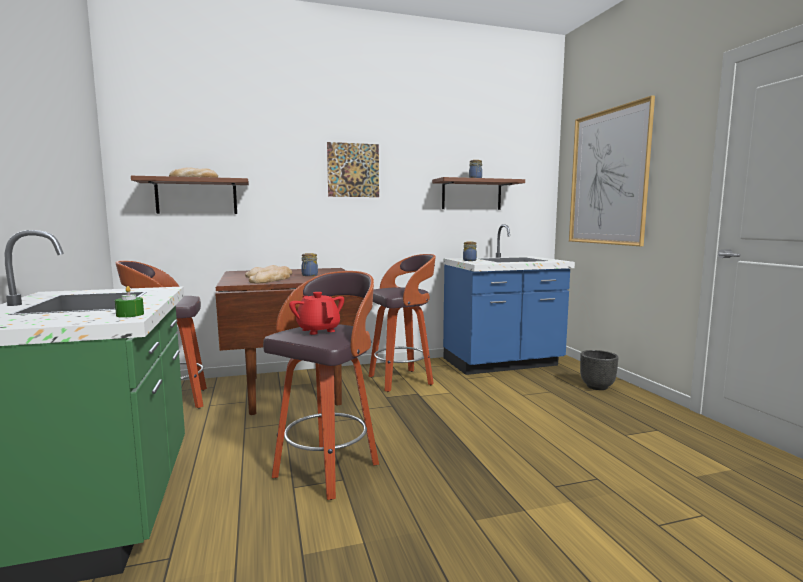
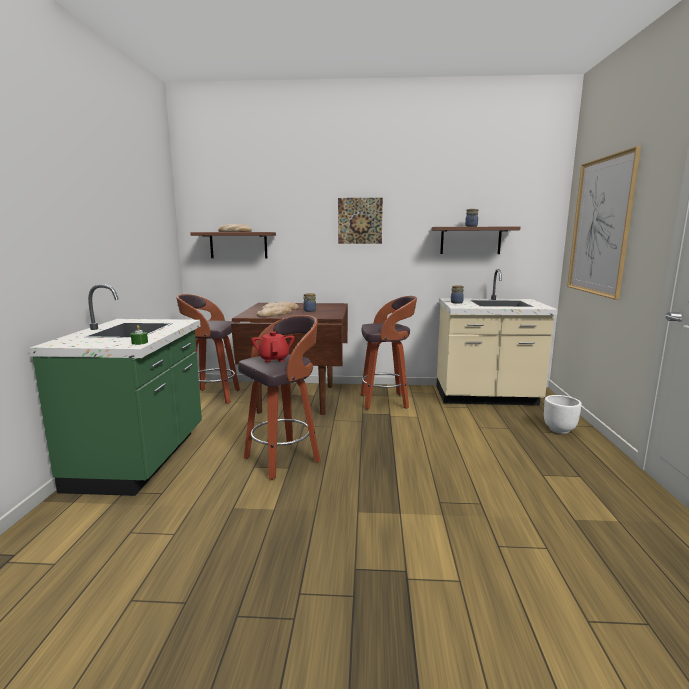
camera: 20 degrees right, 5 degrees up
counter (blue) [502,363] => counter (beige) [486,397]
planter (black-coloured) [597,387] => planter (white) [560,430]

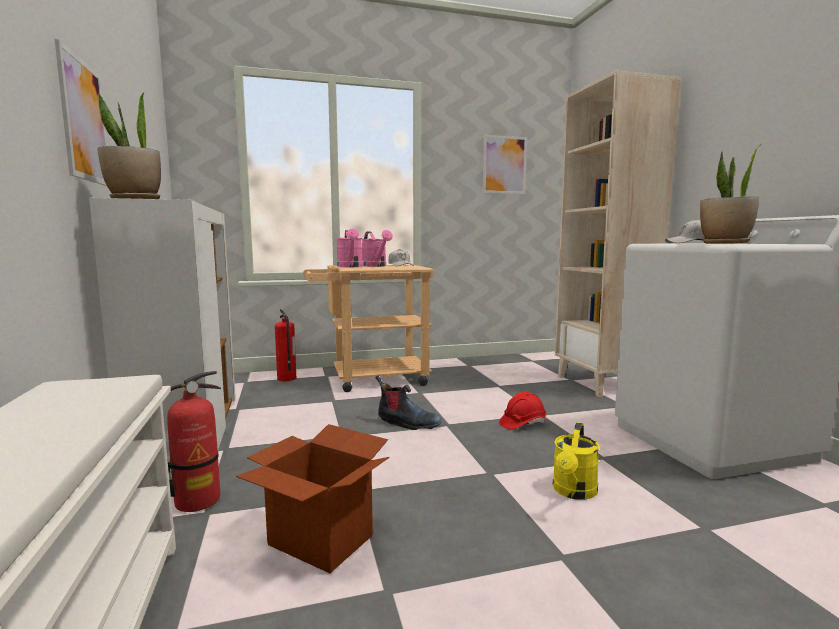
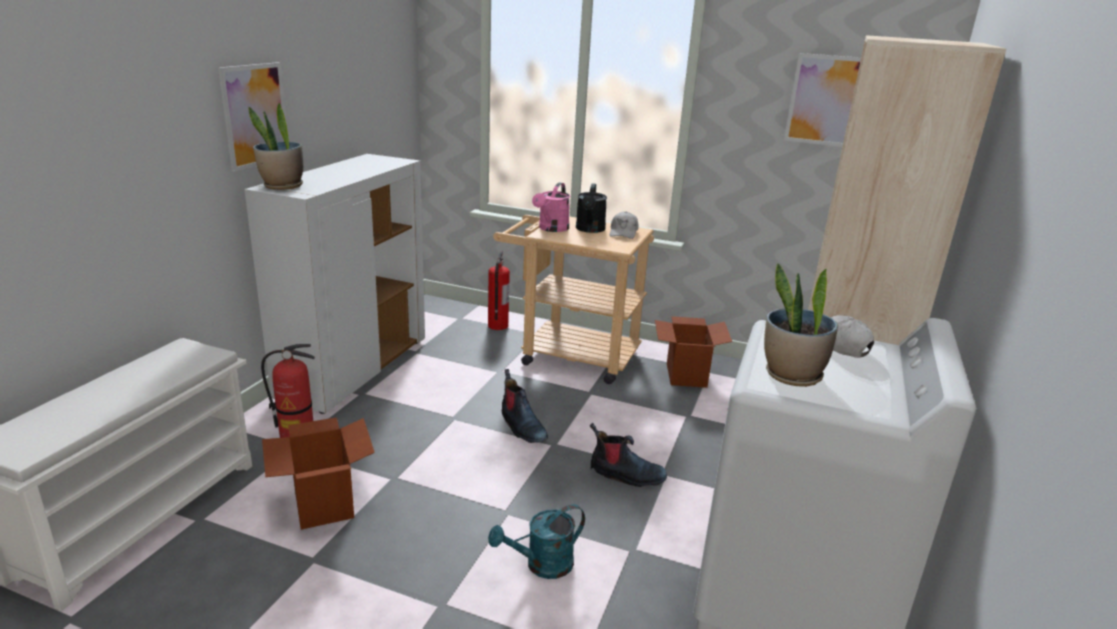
camera: 35 degrees right, 15 degrees up
nothing => carton [686,375]
work helmet (reddish) [522,423] => tall boot [625,475]
sprinkling can (pink) [376,266] => sprinkling can (black-coloured) [590,230]
sprinkling can (yellow-coloured) [573,492] => sprinkling can (turquoise-coloured) [541,565]

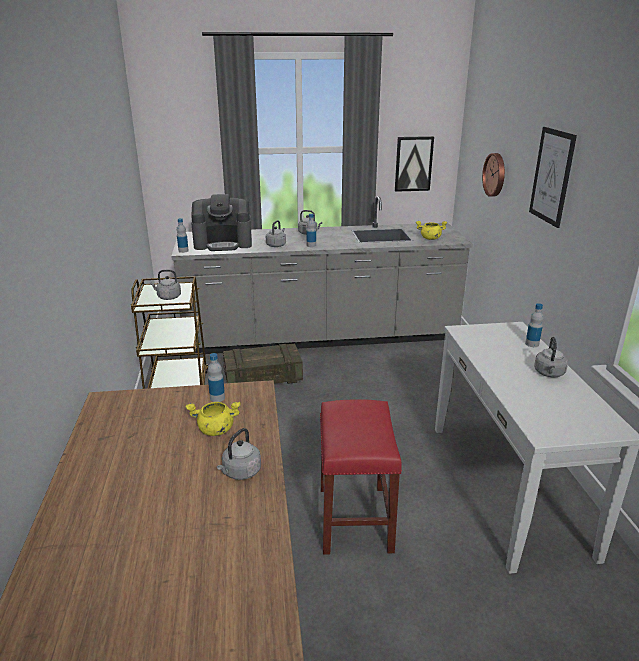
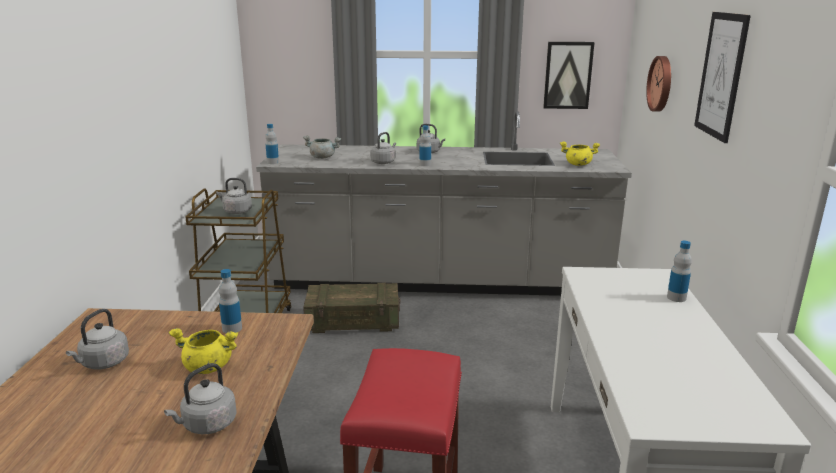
camera: 10 degrees right, 5 degrees down
water kettle (gray) [549,373] => water kettle (gray) [103,363], relocated
coffee brewer [223,243] => stockpot (gray) [323,157]

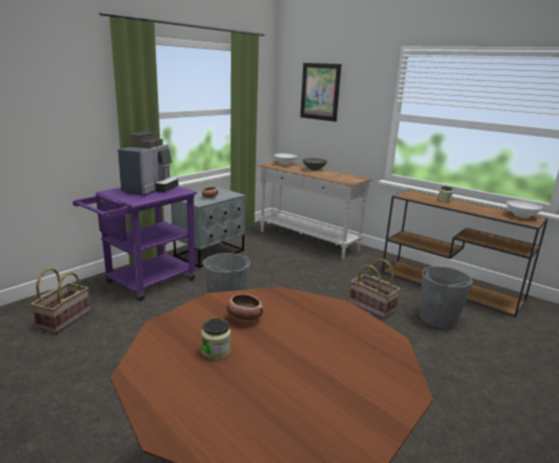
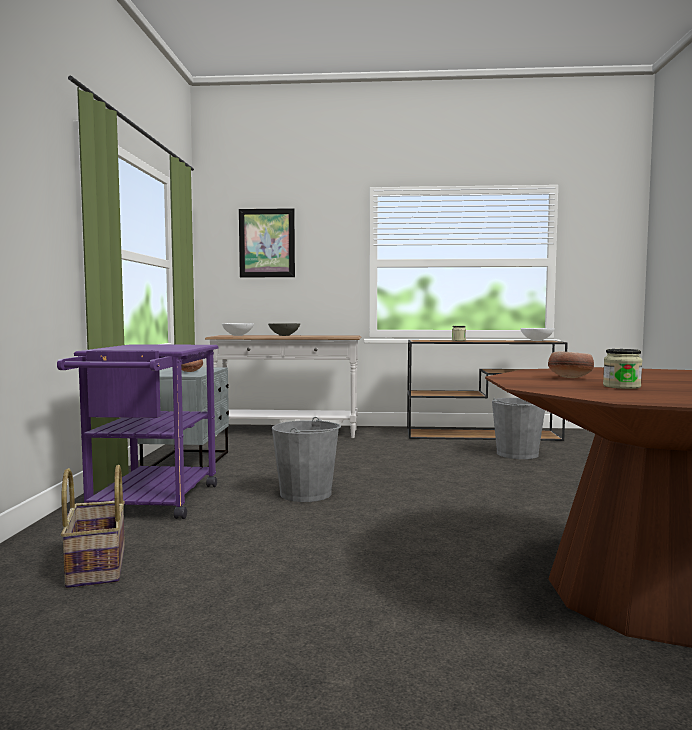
camera: 35 degrees left, 15 degrees down
coffee brewer [150,189] => nothing
storage basket [372,307] => nothing

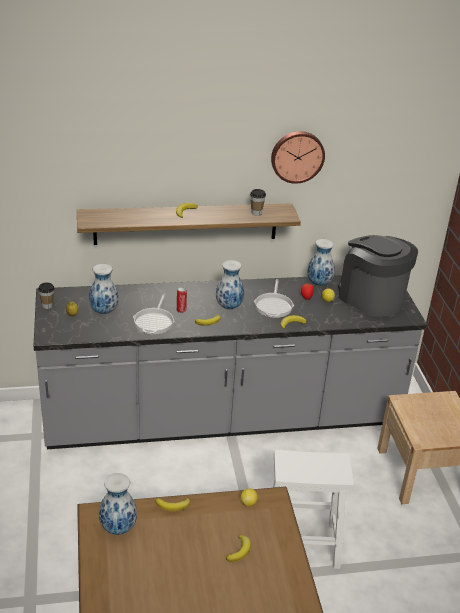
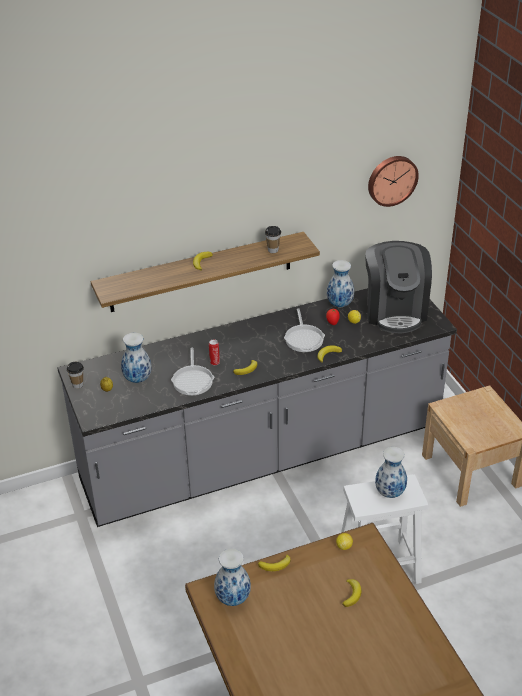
camera: 10 degrees left, 5 degrees up
vase [229,307] => vase [390,493], relocated
wall clock [297,156] => wall clock [391,180], relocated
coffee brewer [371,298] => coffee brewer [395,310], 135 degrees counterclockwise

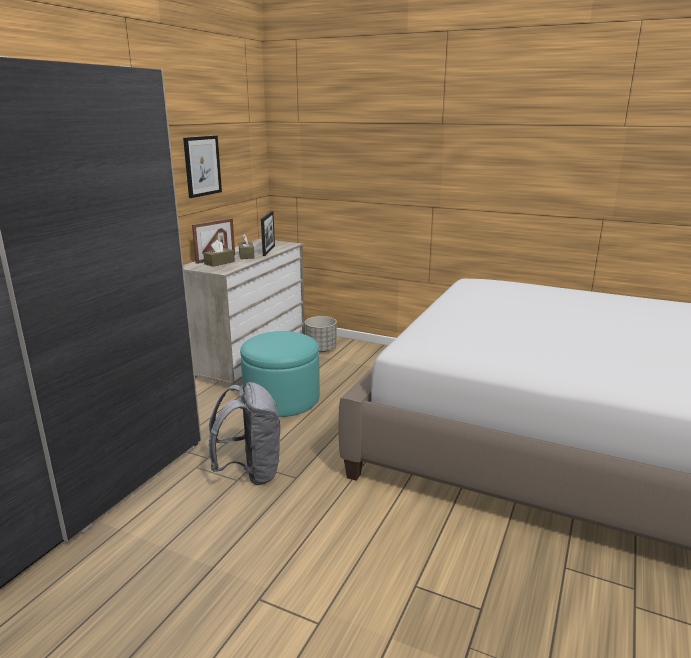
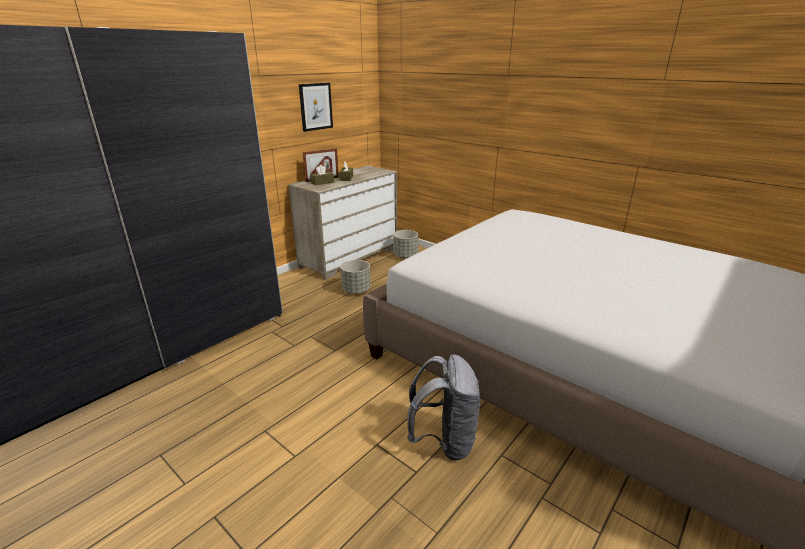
camera: 15 degrees right, 5 degrees up
standing frame [269,250] => nothing
backpack (gray) [250,472] => backpack (gray) [444,441], relocated
footrest (turquoise-coloured) [282,398] => planter (gray) [356,290]

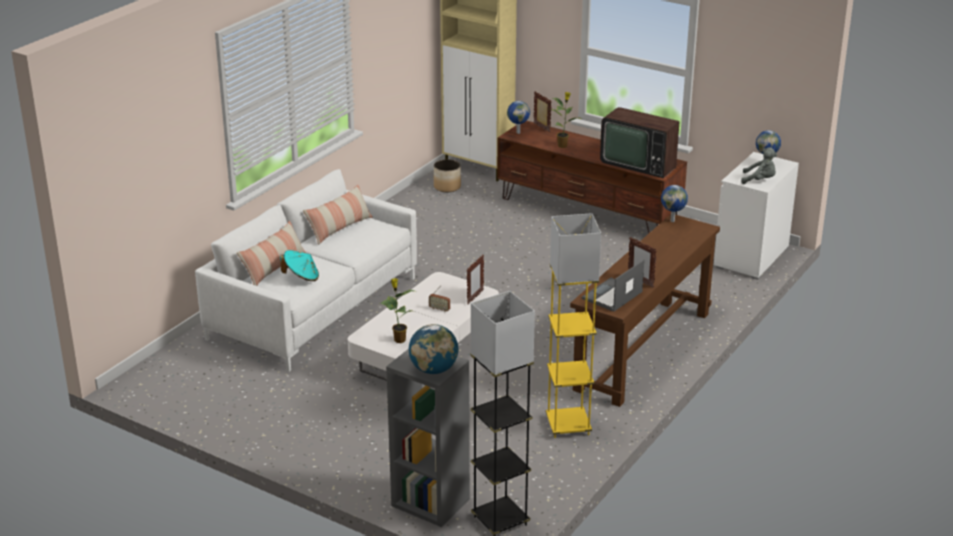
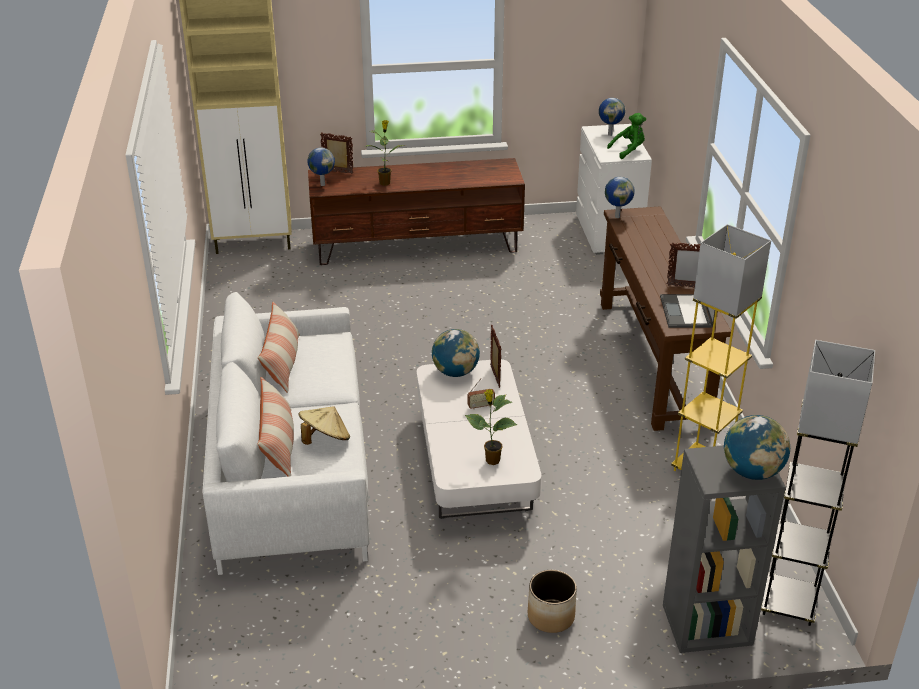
camera: 40 degrees left, 5 degrees up
TV set [639,162] => nothing
nothing => globe [455,372]
planter [447,187] => planter [551,617], relocated
clothing hat (turquoise-coloured) [301,277] => clothing hat (beige) [325,439]
plush toy (gray) [759,180] => plush toy (green-coloured) [628,150]

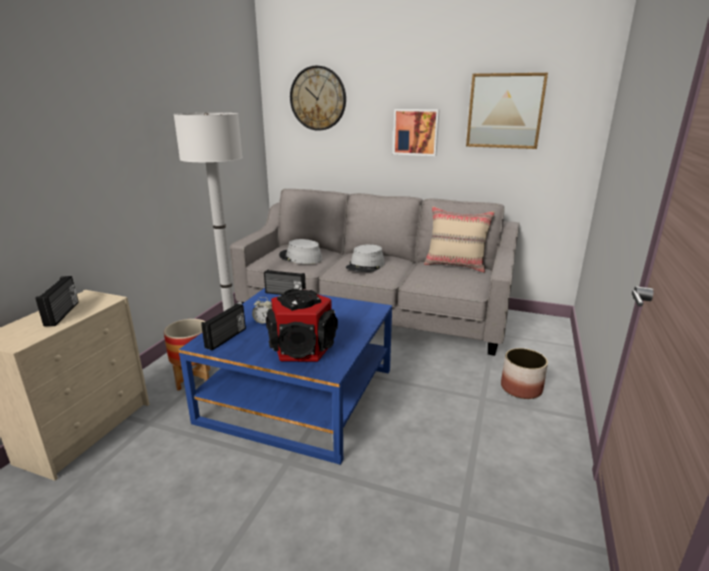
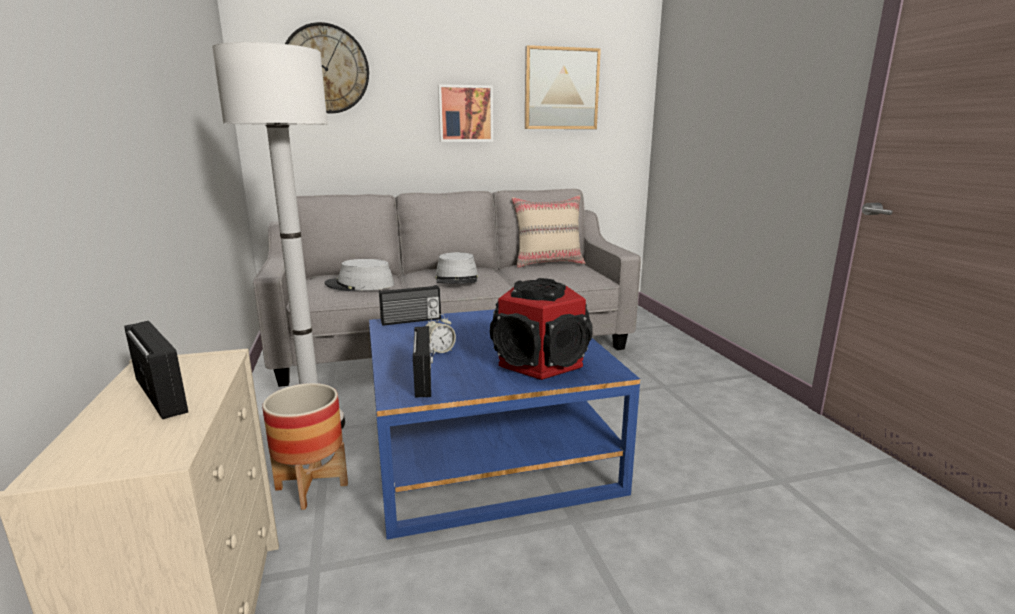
camera: 35 degrees left, 5 degrees down
planter [521,388] => nothing

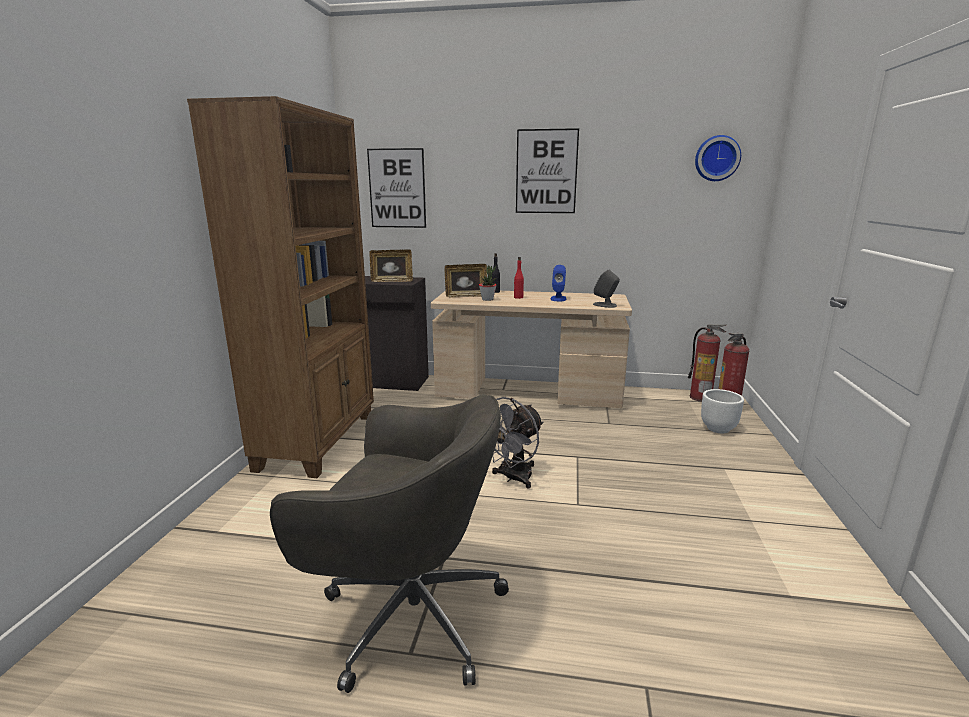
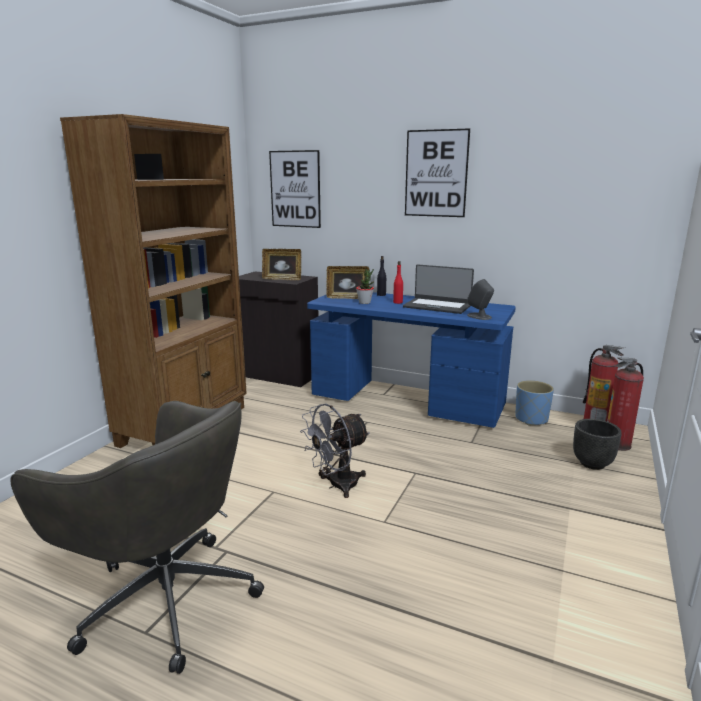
camera: 15 degrees right, 0 degrees up
wall clock [716,158] => nothing
nothing => planter (blue) [531,419]
loudspeaker (blue) [558,299] => notebook computer [437,306]
desk unit (beige) [528,393] => desk unit (blue) [406,401]
planter (white) [717,429] => planter (black-coloured) [591,463]

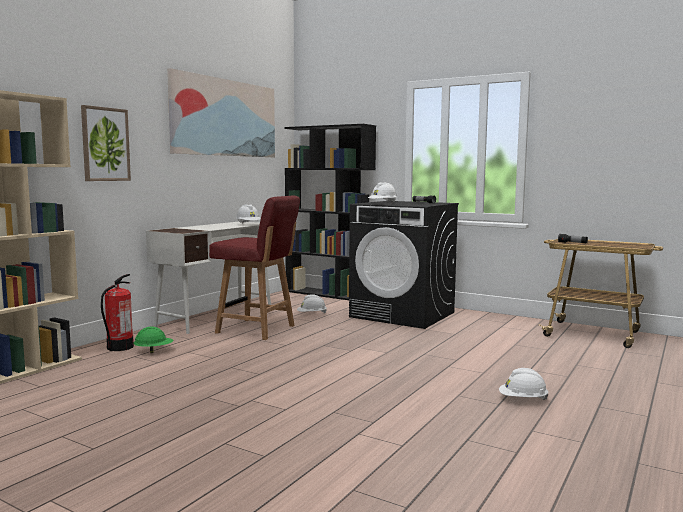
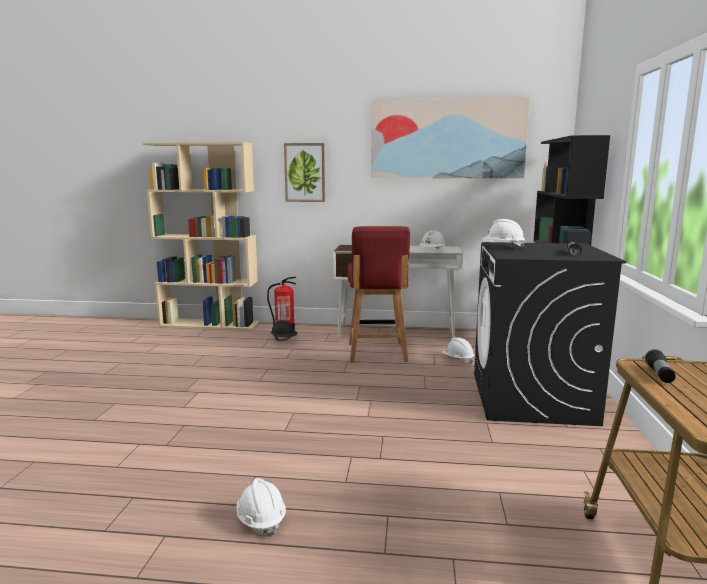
camera: 65 degrees right, 5 degrees up
work helmet (green-coloured) [154,351] => work helmet (black-coloured) [284,340]

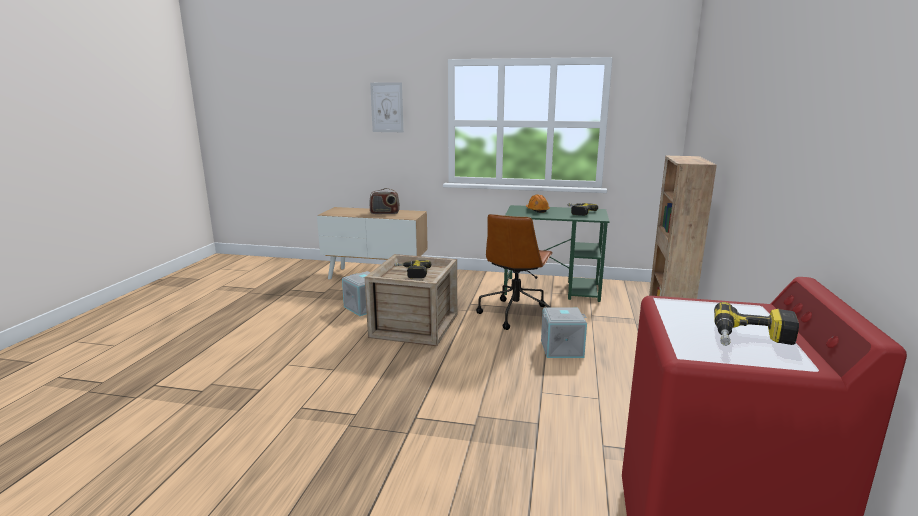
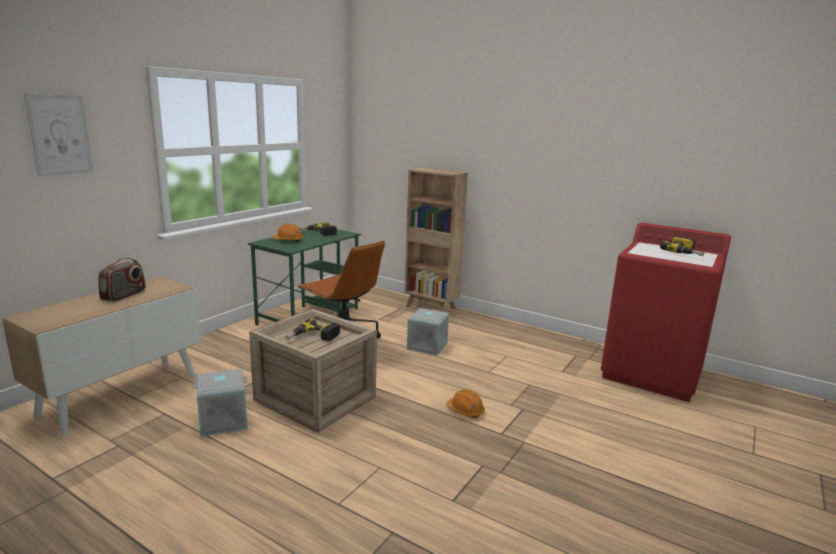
camera: 70 degrees left, 0 degrees up
nothing => work helmet (orangey) [465,411]

